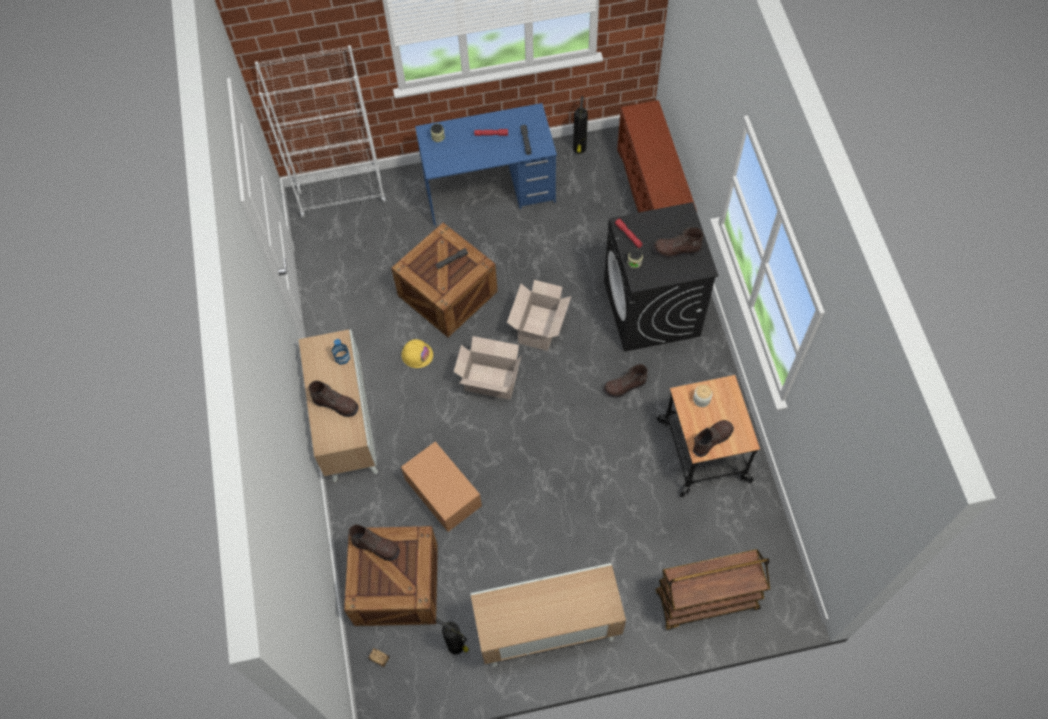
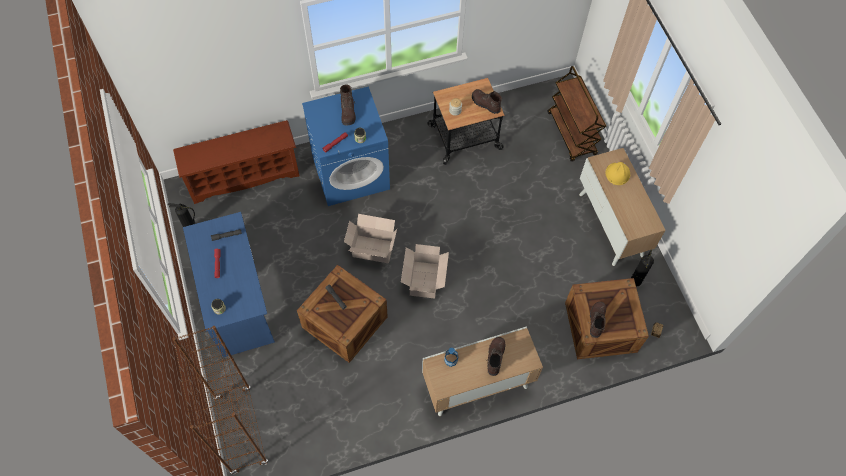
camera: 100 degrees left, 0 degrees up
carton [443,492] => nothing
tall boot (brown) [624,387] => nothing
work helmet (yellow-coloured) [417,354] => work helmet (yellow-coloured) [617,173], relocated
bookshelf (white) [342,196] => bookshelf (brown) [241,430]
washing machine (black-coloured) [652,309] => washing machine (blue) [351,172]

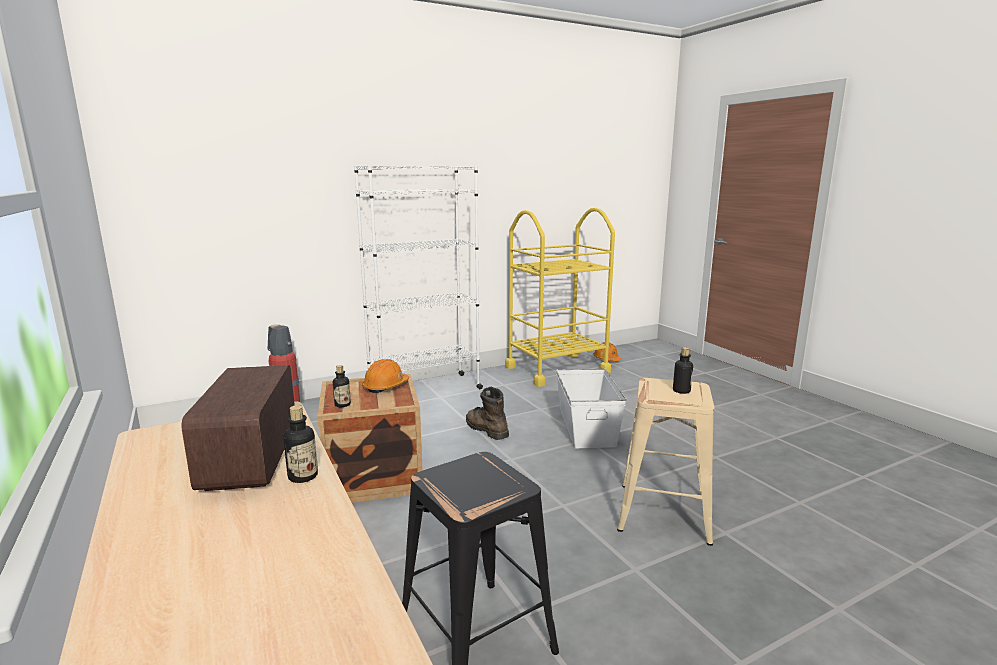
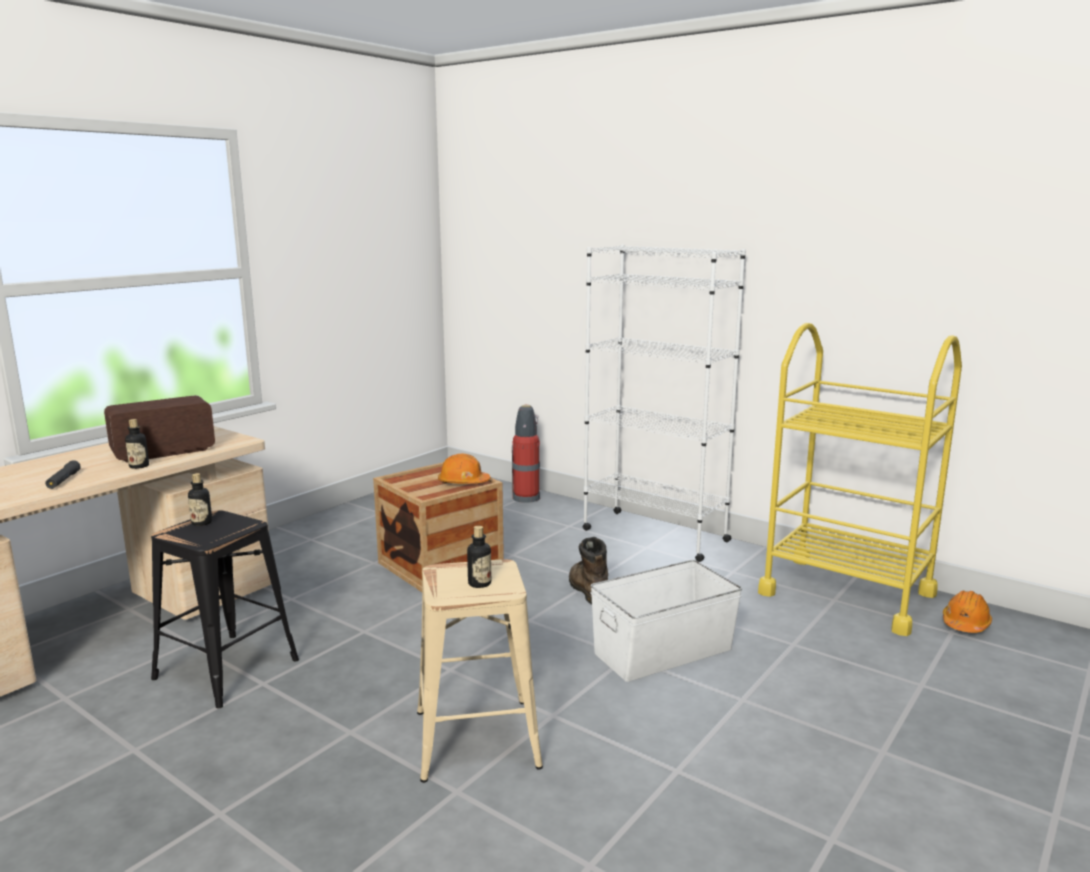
camera: 65 degrees right, 0 degrees up
nothing => torch (black-coloured) [63,480]
beverage bottle [342,404] => beverage bottle [202,522], relocated
tall boot (brown) [485,429] => tall boot (brown) [588,590], 45 degrees counterclockwise

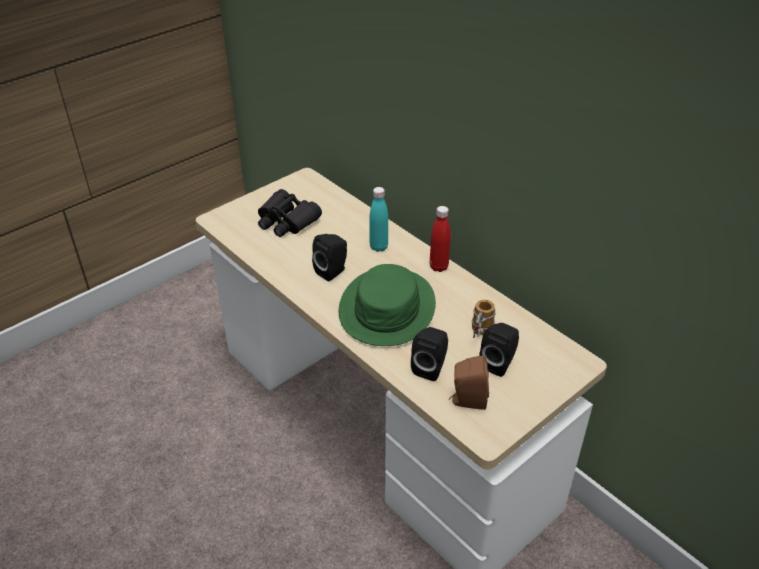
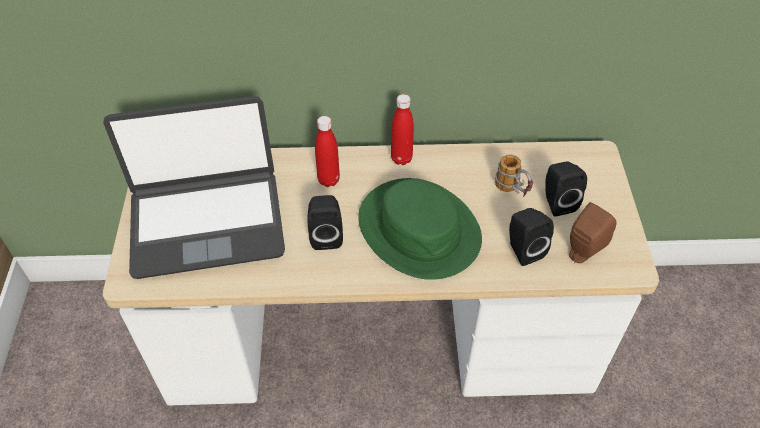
camera: 50 degrees left, 10 degrees up
binoculars (black-coloured) [286,221] => notebook computer [207,223]
beverage bottle (turquoise-coloured) [378,247] => beverage bottle (reddish) [328,180]

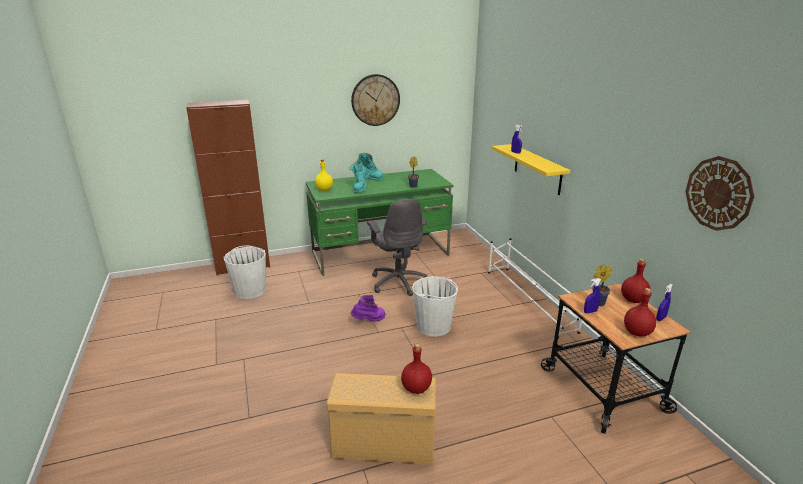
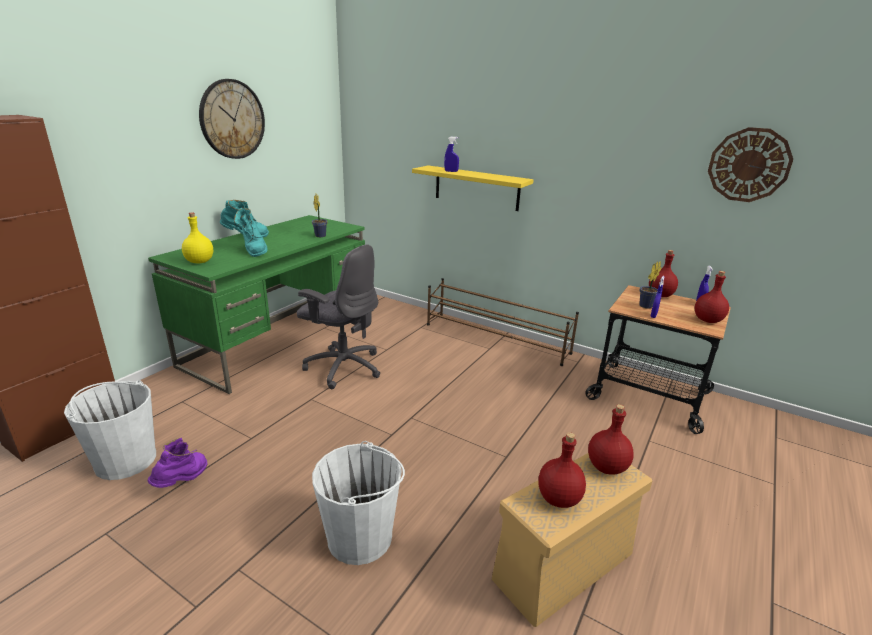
camera: 40 degrees left, 0 degrees up
nothing => beverage bottle (reddish) [559,499]
tall boot (purplish) [369,321] => tall boot (purplish) [183,481], relocated
water bucket (white) [434,326] => water bucket (white) [360,537], relocated
shoe rack (white) [529,300] => shoe rack (brown) [496,339]

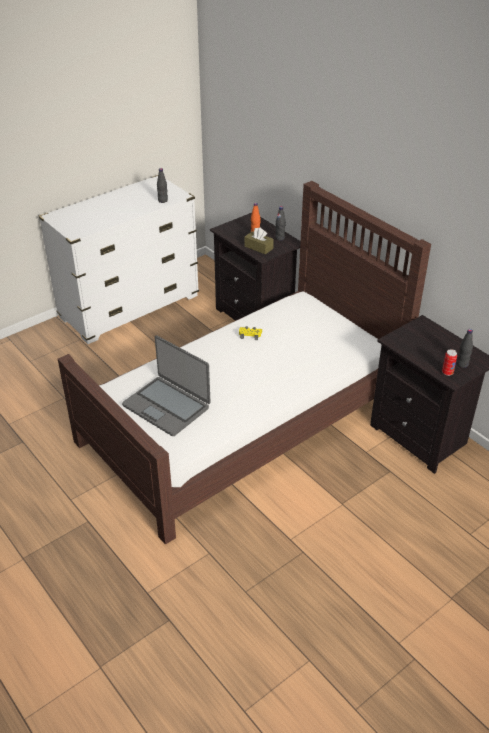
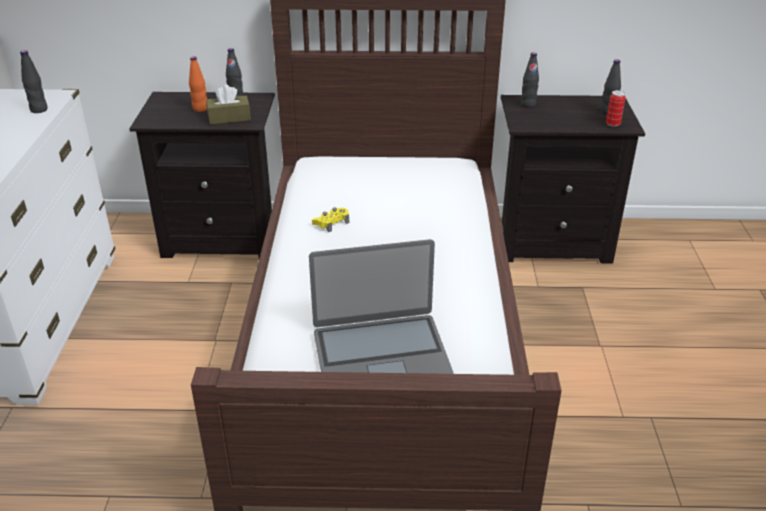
camera: 50 degrees left, 5 degrees down
nothing => beverage bottle (black-coloured) [528,104]

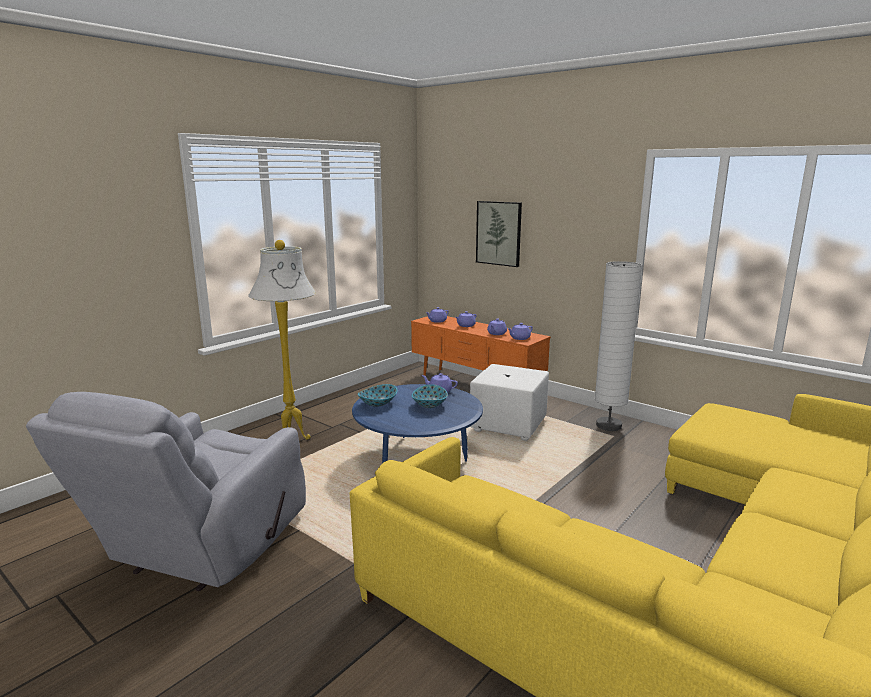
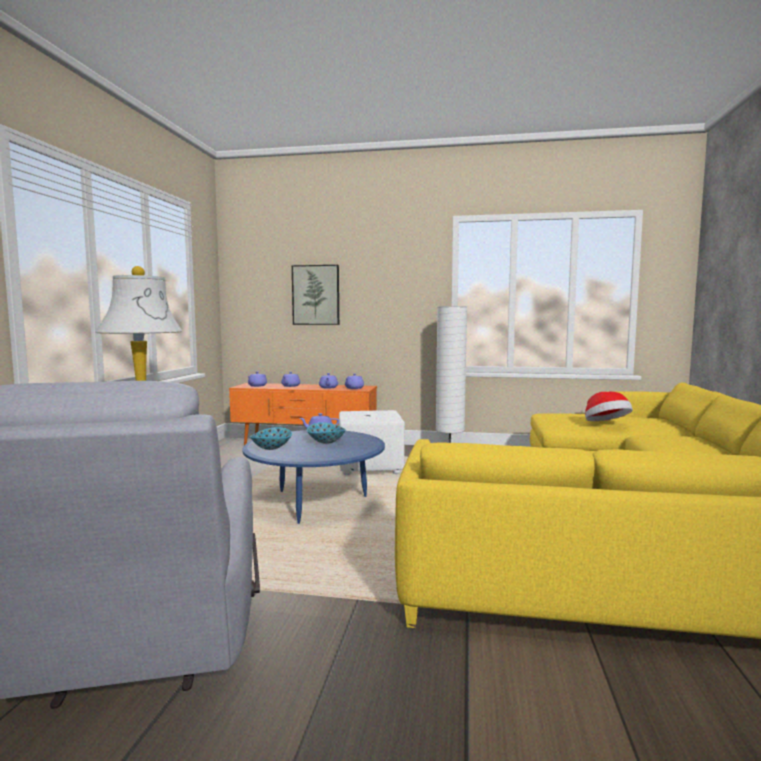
camera: 30 degrees left, 10 degrees down
nothing => clothing hat [606,424]

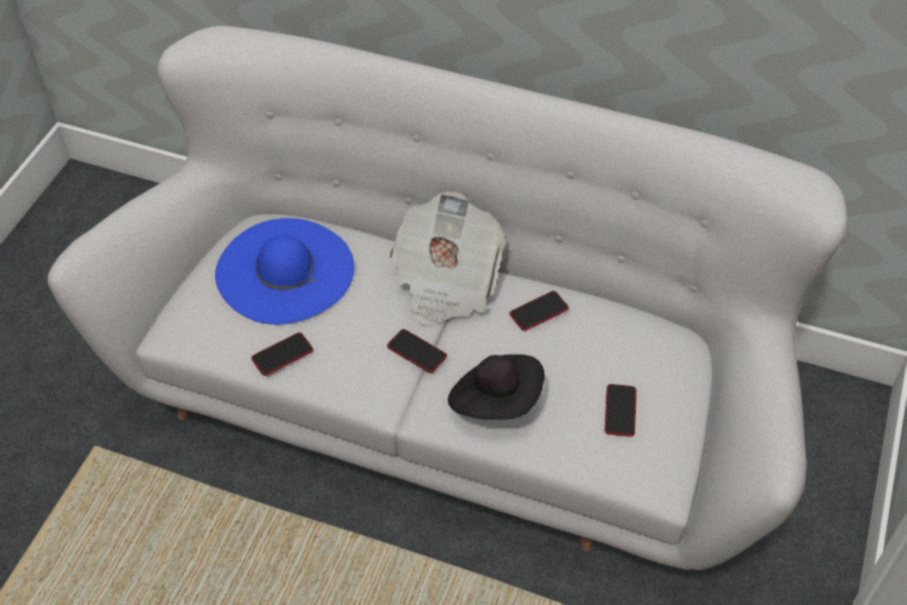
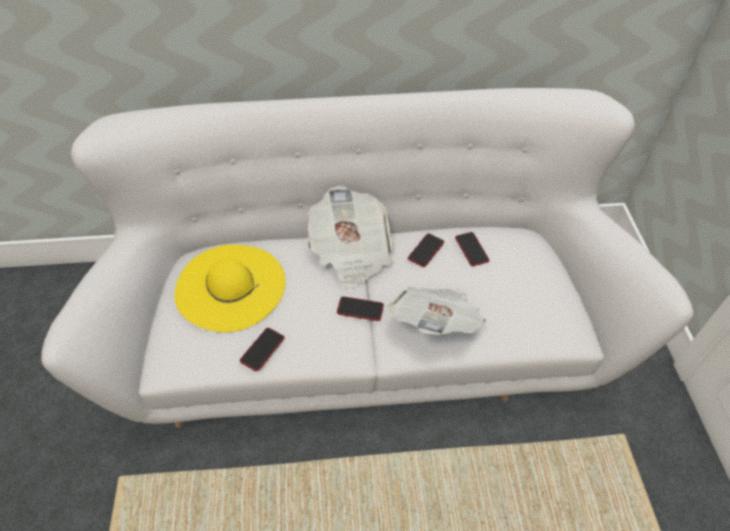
camera: 25 degrees left, 0 degrees up
handset [620,411] => handset [471,249], relocated
clothing hat (black-coloured) [496,401] => newspaper [436,322]
clothing hat (blue) [284,270] => clothing hat (yellow-coloured) [230,286]

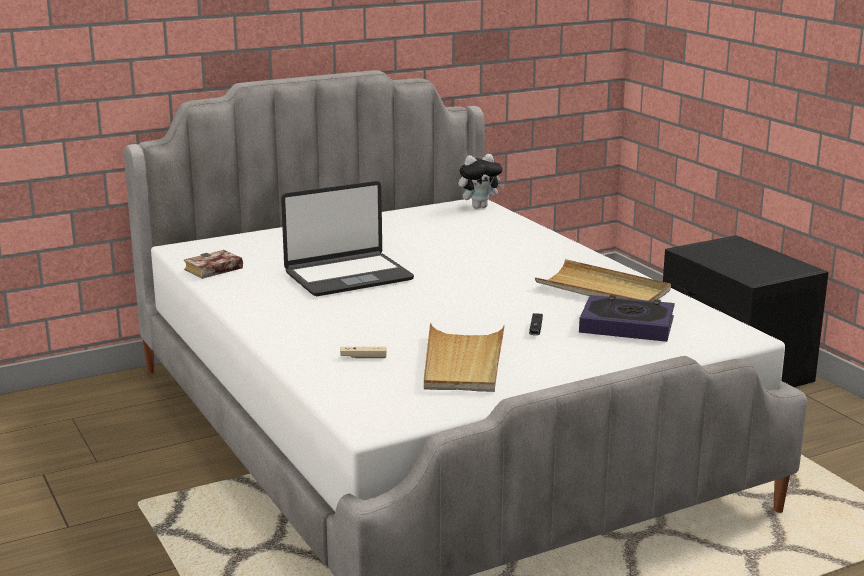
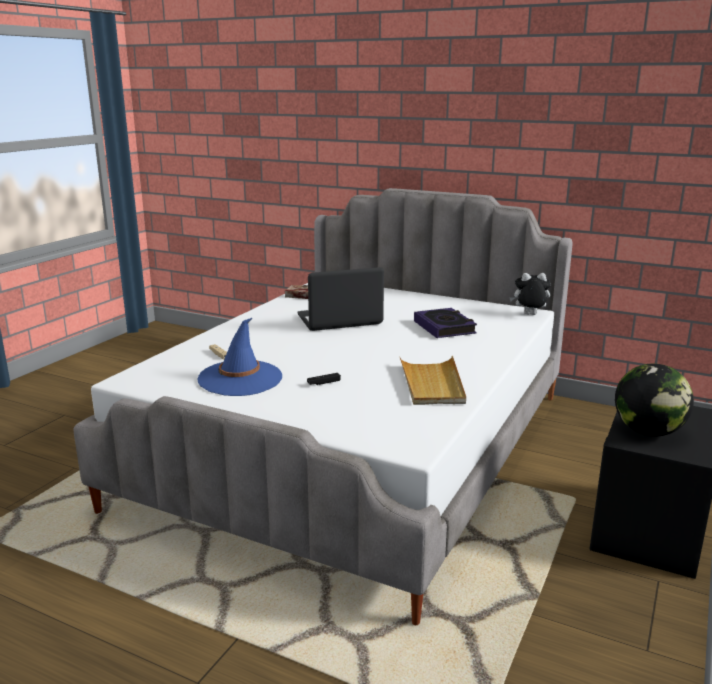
camera: 55 degrees right, 0 degrees up
nothing => globe [648,432]
volume [626,325] => volume [444,327], relocated
tray (beige) [463,363] => clothing hat (blue) [240,378]
notebook computer [348,276] => notebook computer [339,320], 135 degrees clockwise
plush toy [479,207] => plush toy [529,315], 150 degrees clockwise

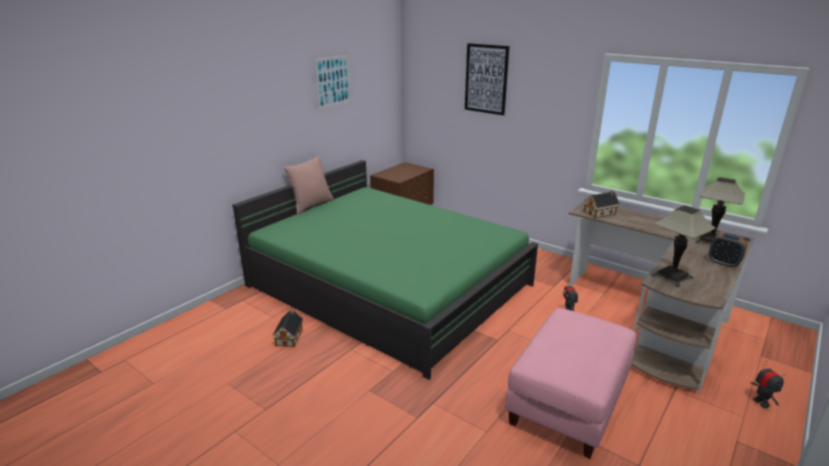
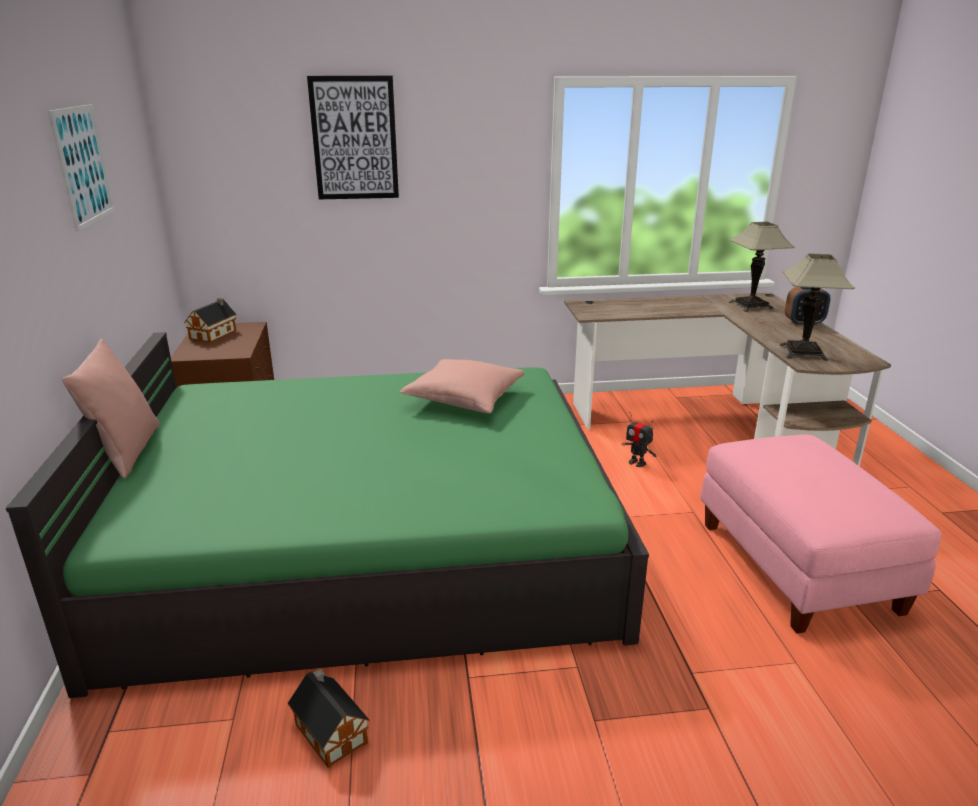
camera: 45 degrees left, 0 degrees up
model robot [761,402] => nothing
nothing => pillow (pink) [464,399]
model house [600,213] => model house [215,334], relocated

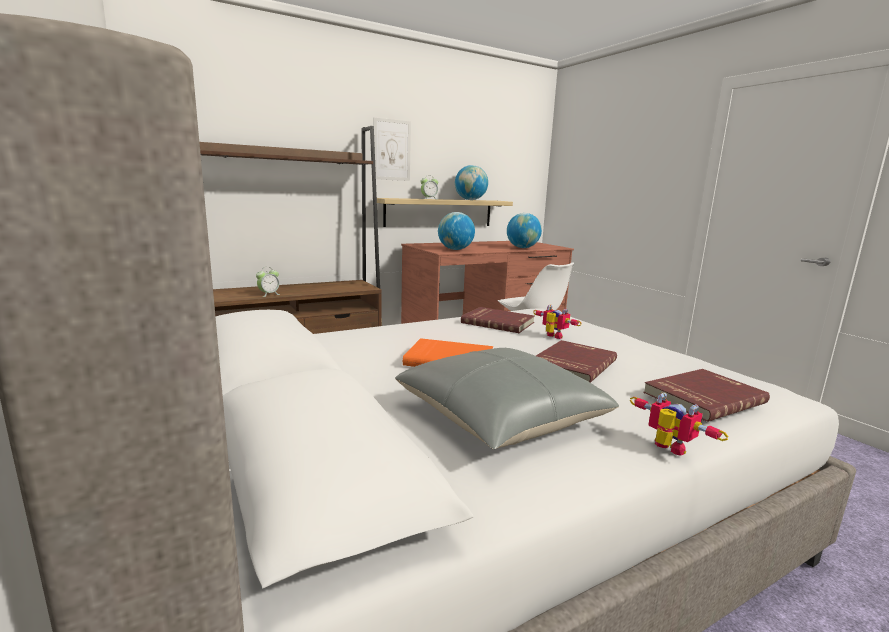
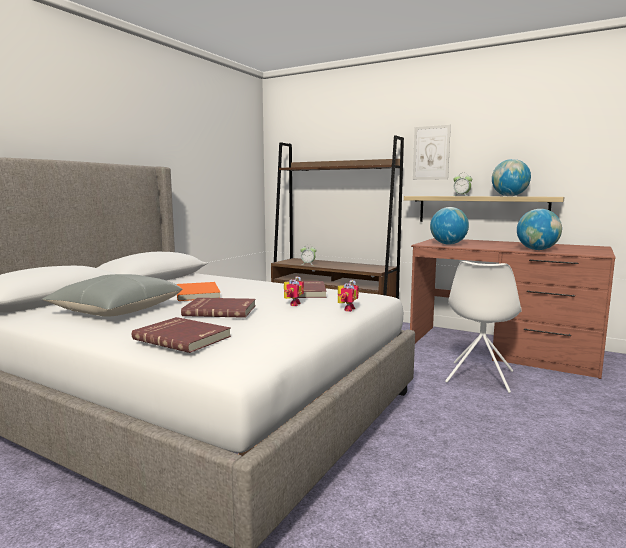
camera: 60 degrees right, 5 degrees down
model robot [666,450] => model robot [346,309], relocated

